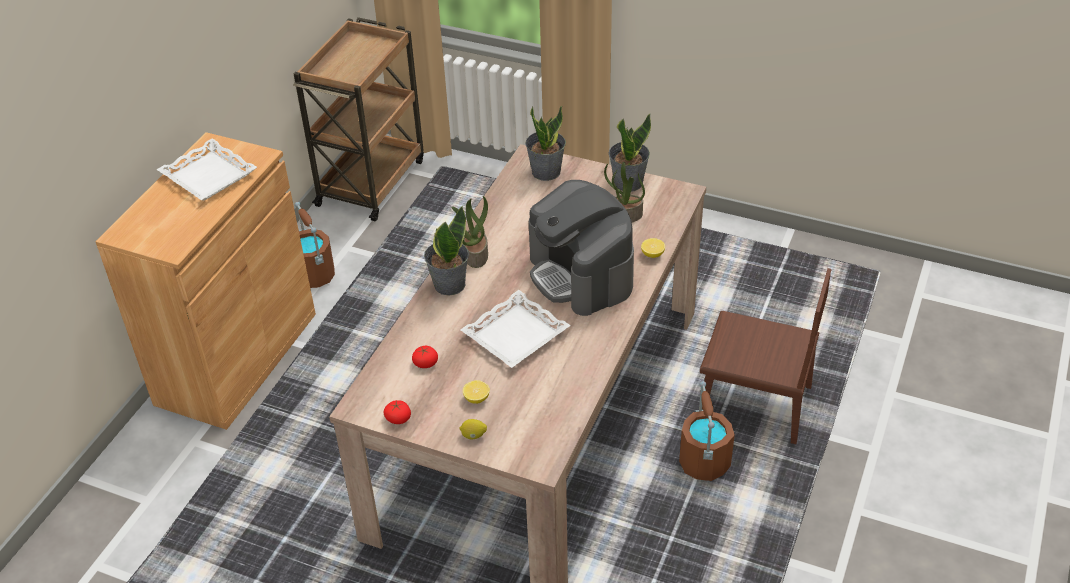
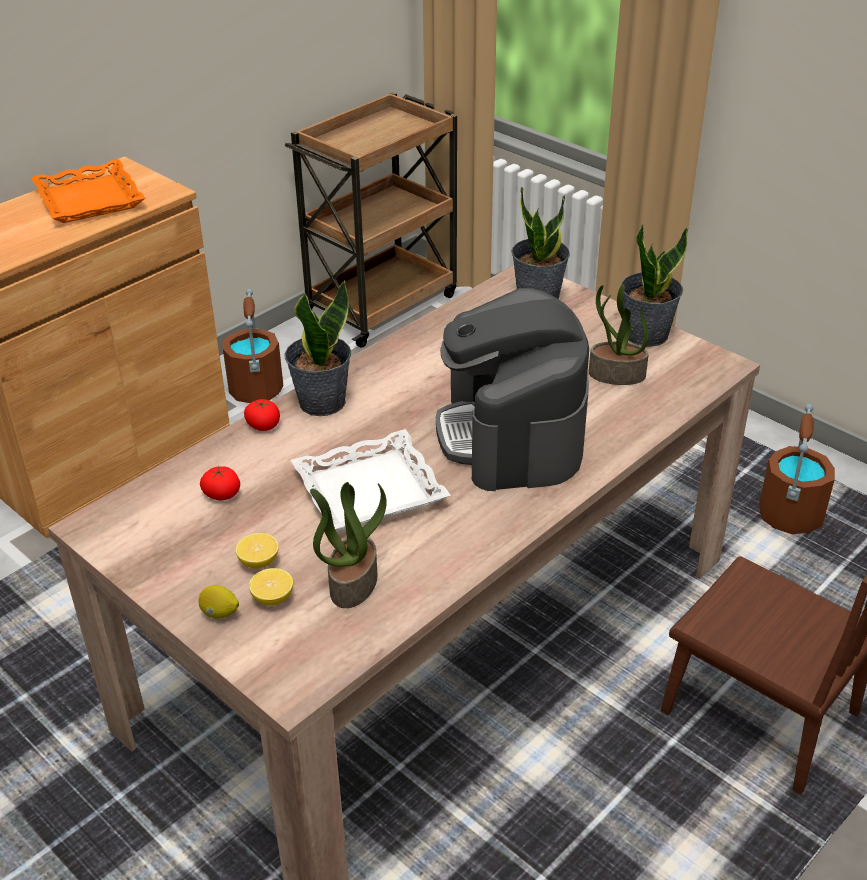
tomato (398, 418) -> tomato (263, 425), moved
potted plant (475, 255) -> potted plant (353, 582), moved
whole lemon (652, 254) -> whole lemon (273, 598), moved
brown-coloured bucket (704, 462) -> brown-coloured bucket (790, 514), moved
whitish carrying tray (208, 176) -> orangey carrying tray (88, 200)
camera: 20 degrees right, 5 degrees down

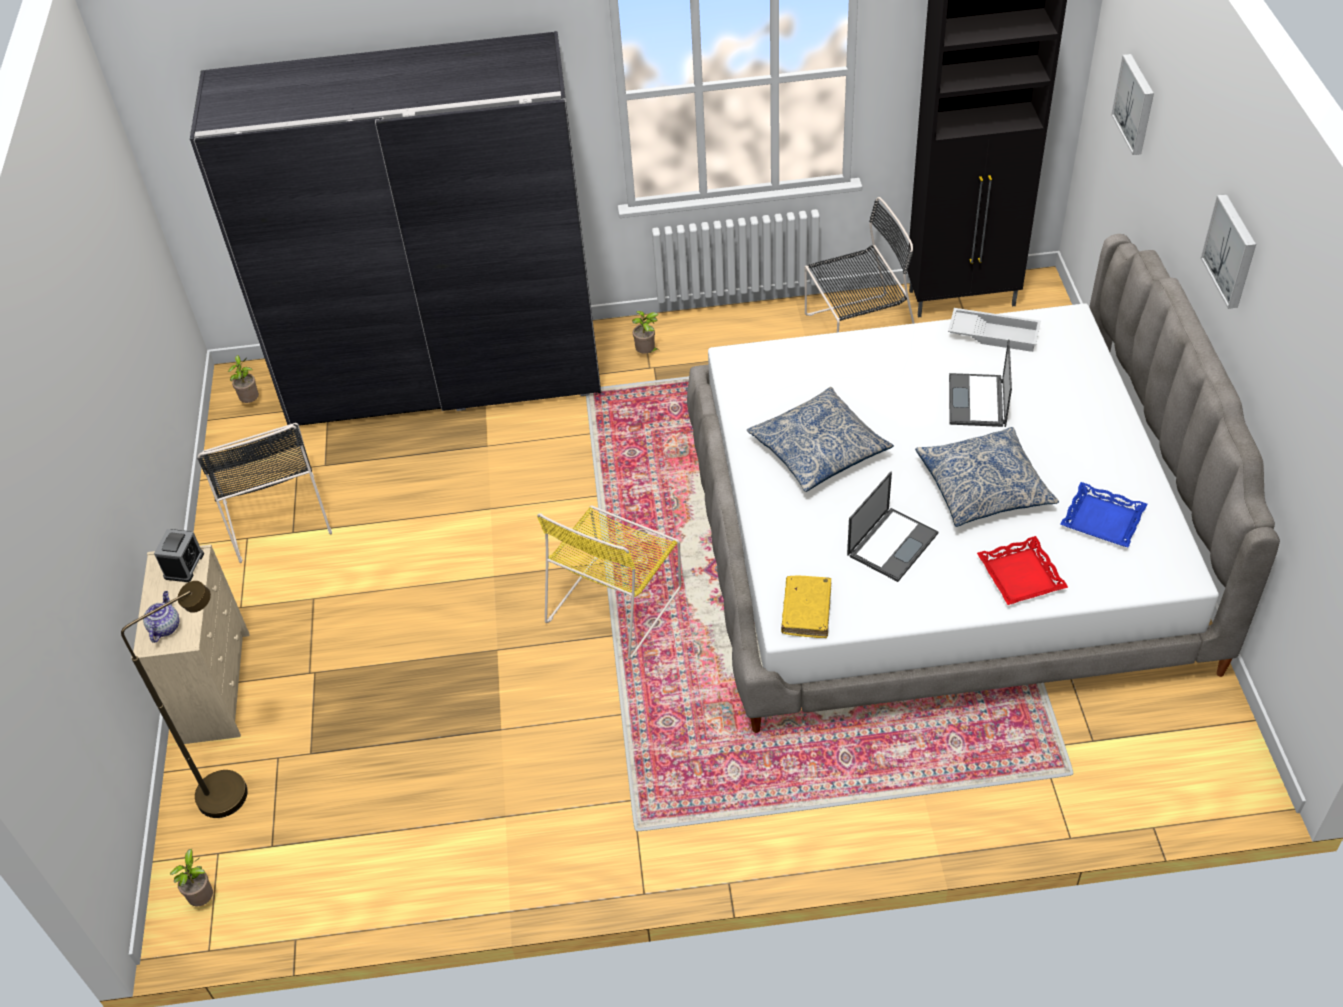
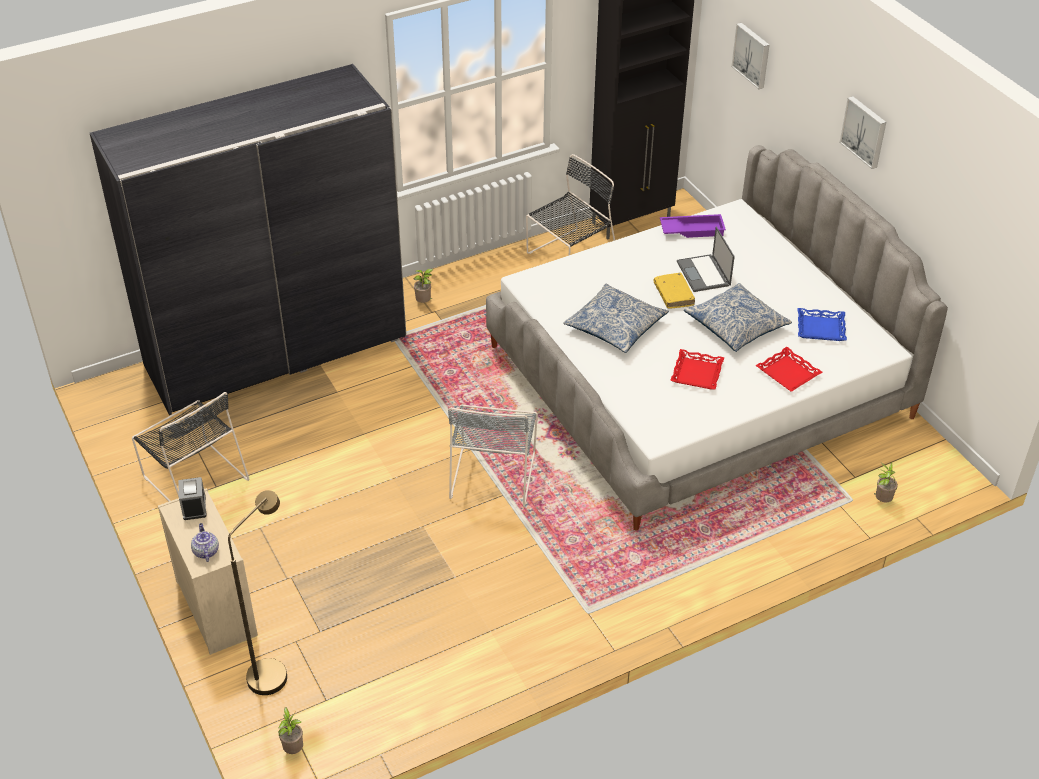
potted plant (251, 401) -> potted plant (882, 500), moved
yellow-coloured bound book (806, 611) -> yellow-coloured bound book (673, 295), moved
portable computer (892, 543) -> red-coloured carrying tray (696, 373)
yellow-coloured upright chair (616, 602) -> gray upright chair (493, 473)
whitish carrying tray (994, 334) -> purplish carrying tray (692, 229)
camera: 25 degrees left, 5 degrees down

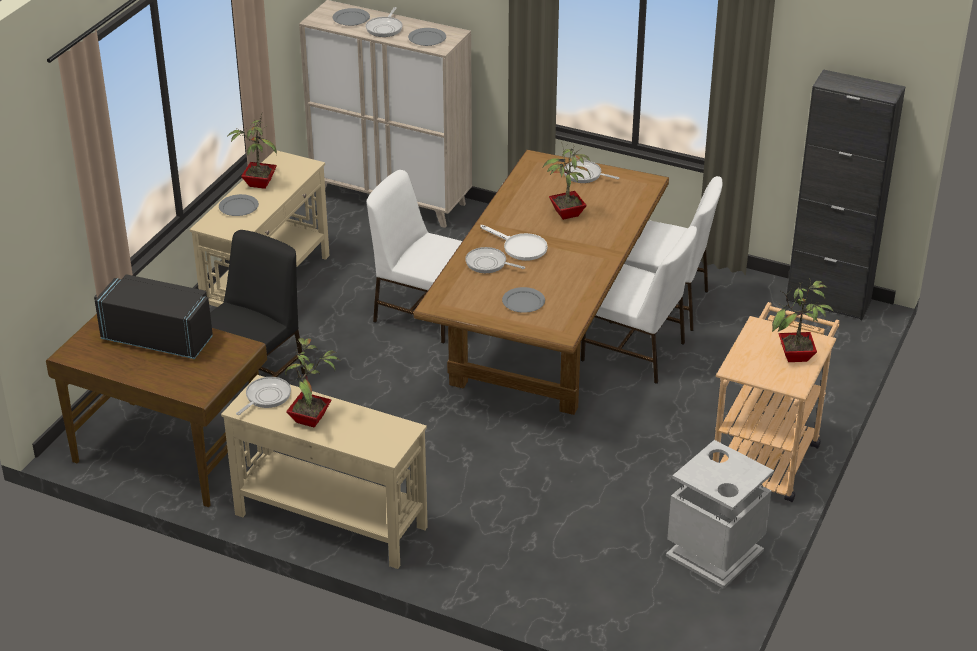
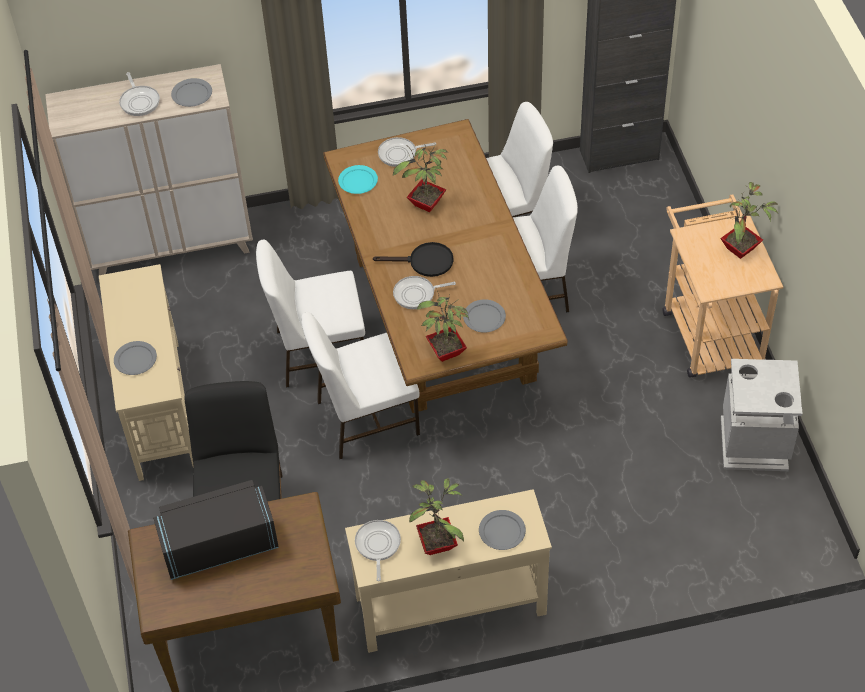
none -> whitish upright chair (365, 418)
none -> turquoise-coloured plate (358, 181)
potted plant (258, 183) -> potted plant (444, 353), moved
gray plate (351, 19) -> gray plate (502, 531), moved
whitish pan (520, 247) -> black-coloured pan (424, 262)
camera: 35 degrees left, 15 degrees up

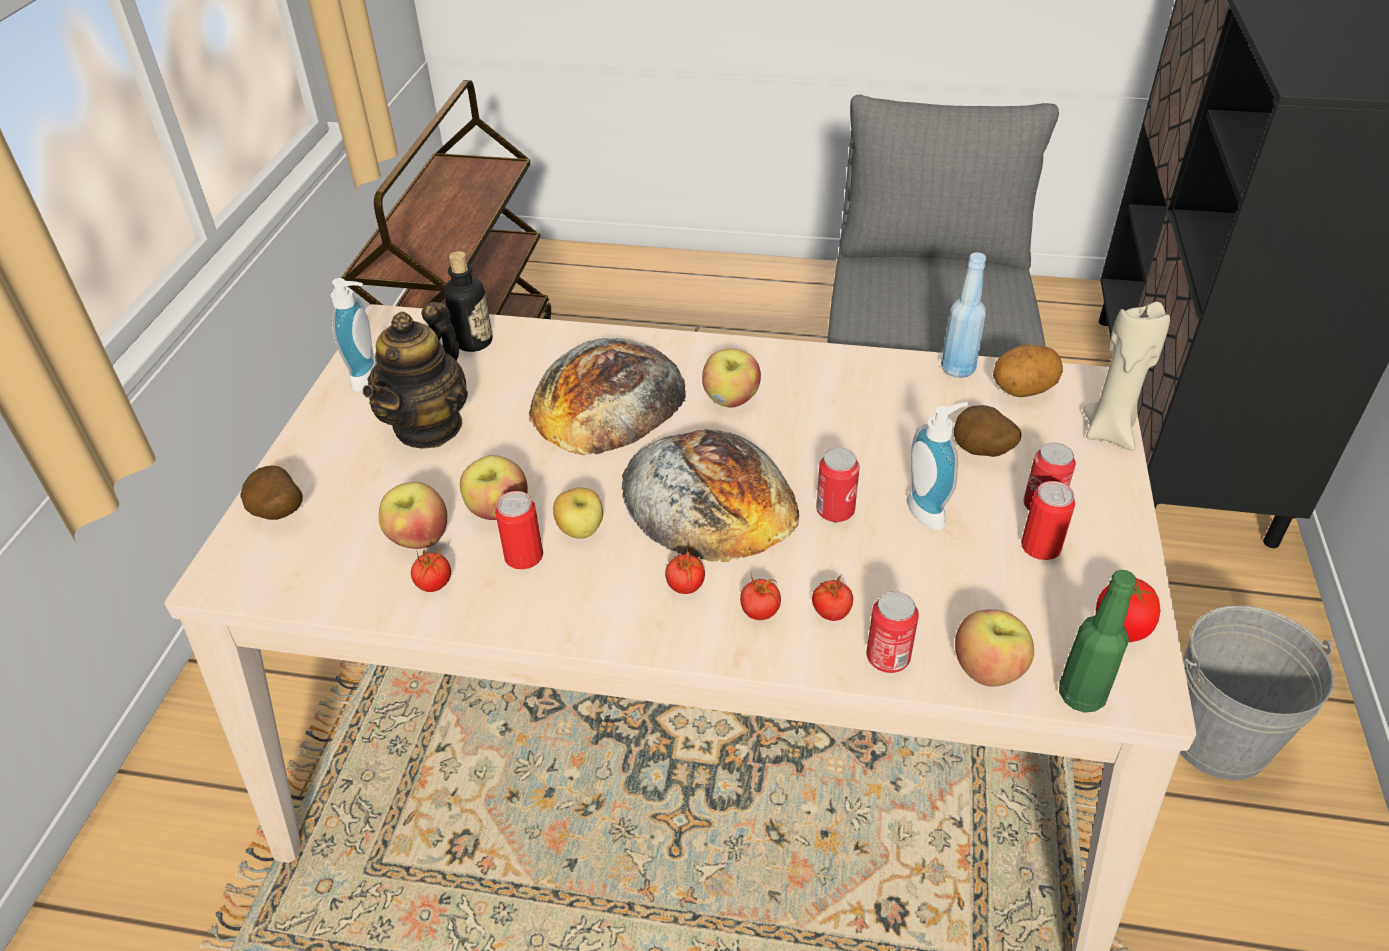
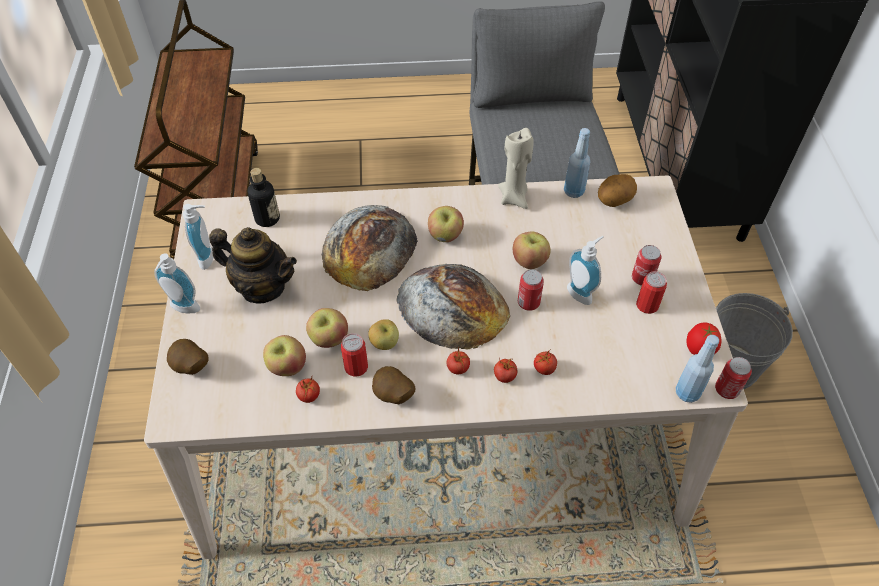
none -> soap dispenser (183, 309)
sealed can (888, 658) -> sealed can (726, 389), moved
potato (980, 453) -> potato (393, 396), moved
apple (988, 669) -> apple (530, 261), moved
sand-coloured wax light (1110, 432) -> sand-coloured wax light (514, 197), moved
green bottle (1081, 696) -> blue bottle (687, 393)
tea pot (429, 426) -> tea pot (262, 287), 75 degrees counterclockwise
camera: 15 degrees left, 10 degrees up

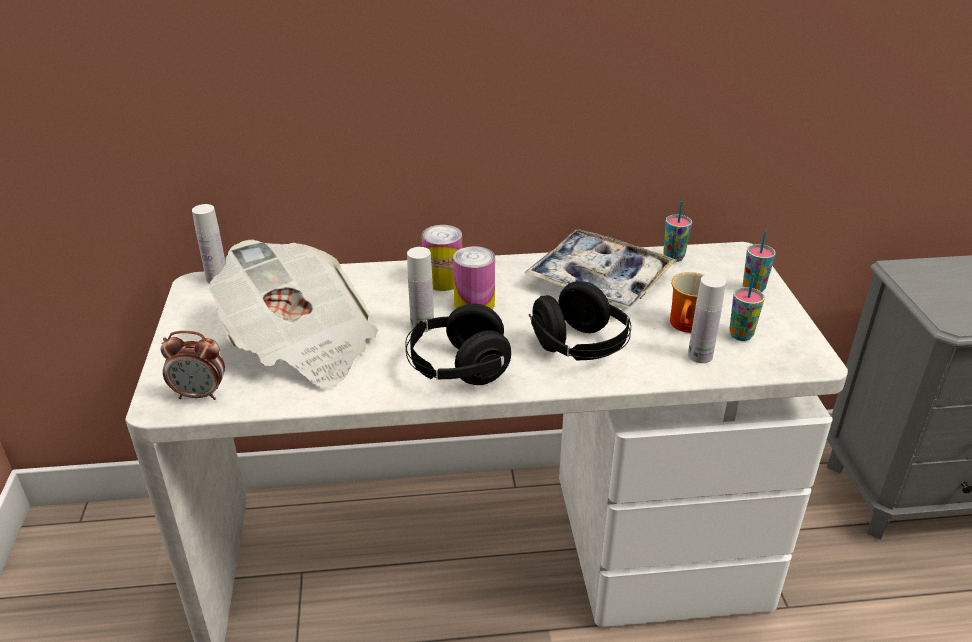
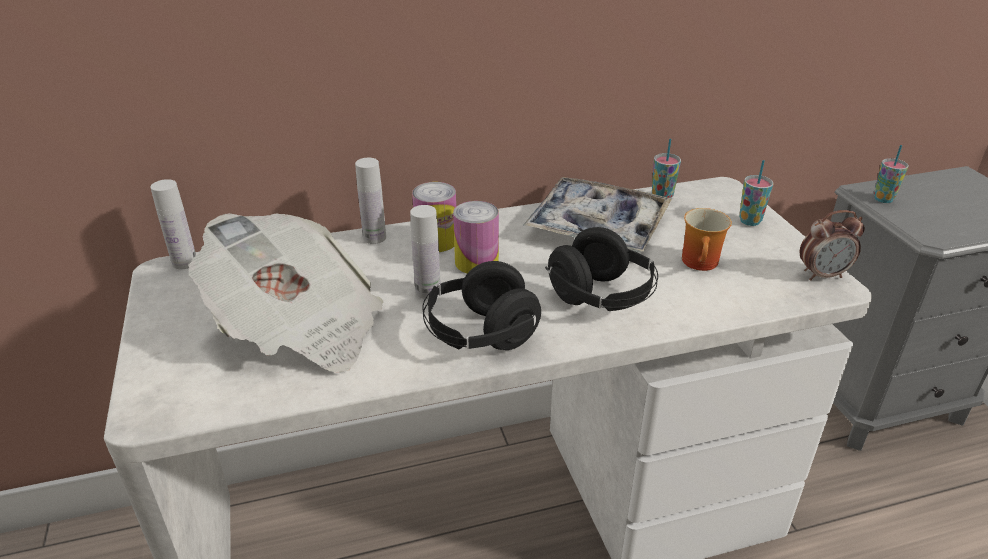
alarm clock (200, 394) -> alarm clock (822, 275), moved
whitish bottle (700, 356) -> whitish bottle (374, 238), moved
drinking cup (741, 335) -> drinking cup (883, 199), moved
camera: 10 degrees left, 0 degrees up

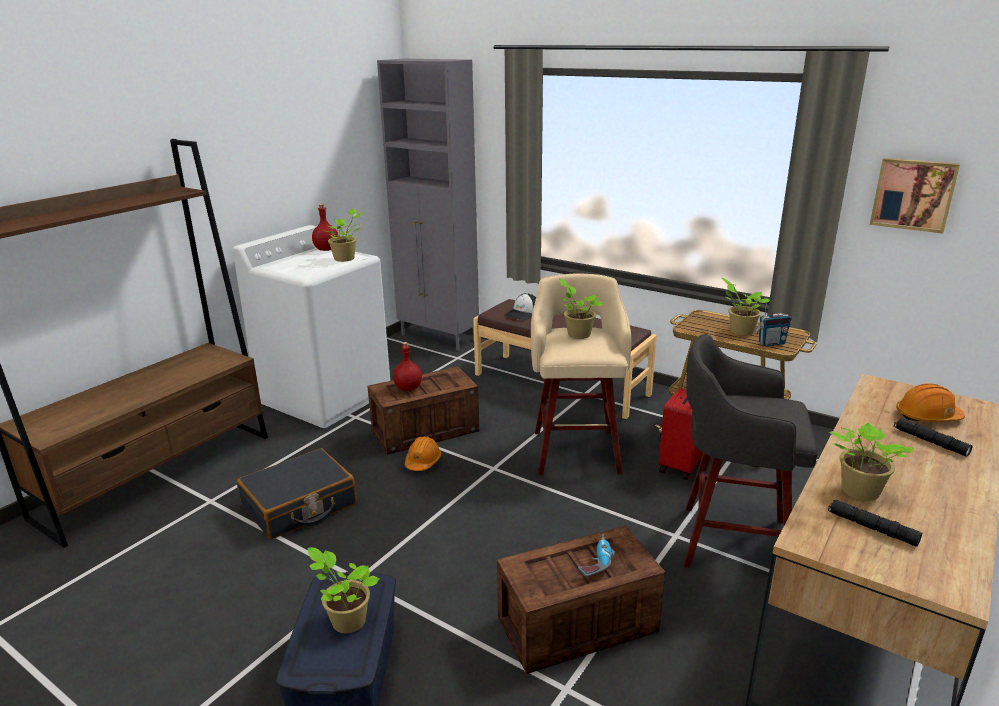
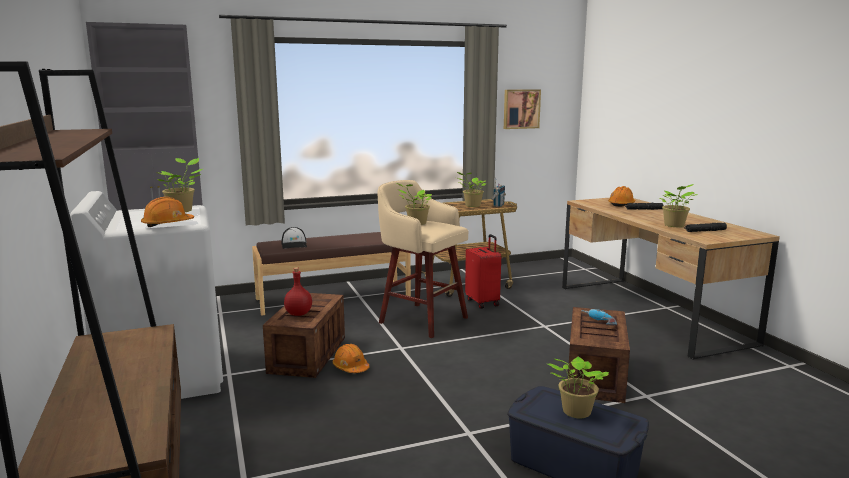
black-coloured travel case (299, 506) -> none
red-coloured bottle (326, 249) -> none
gray stool seat (730, 542) -> none
none -> orangey safety helmet (167, 224)
camera: 55 degrees left, 10 degrees down

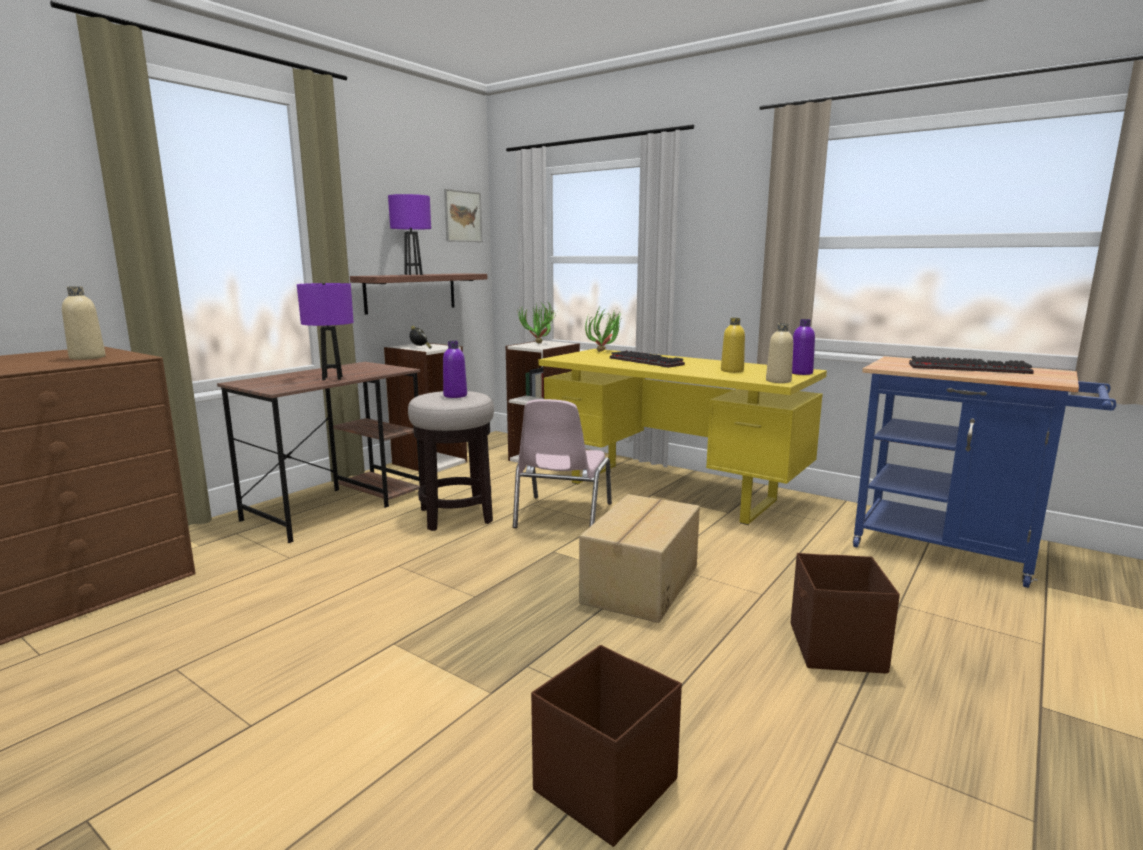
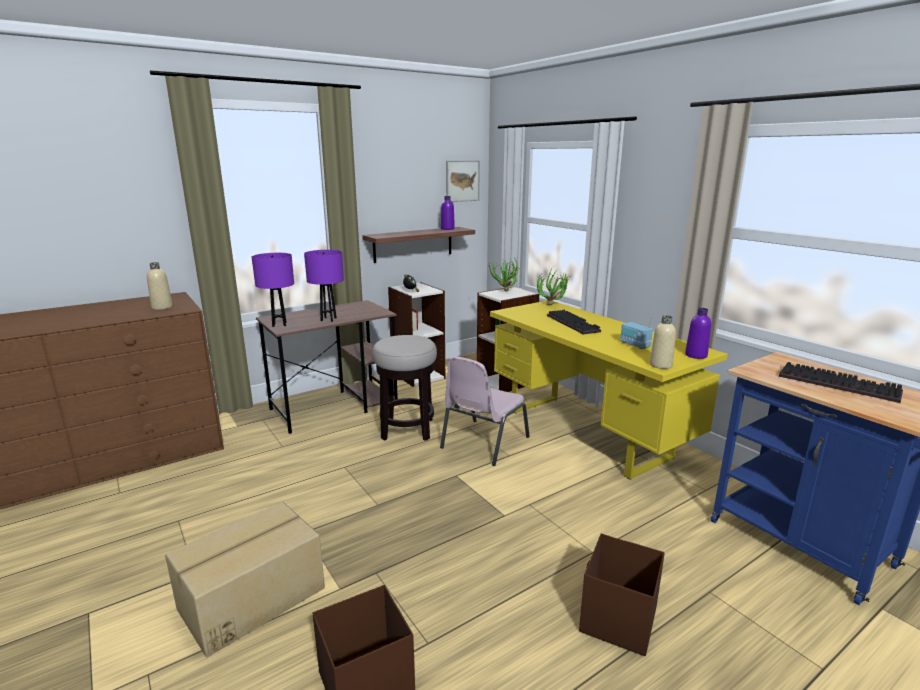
purplish tabletop lamp (413, 274) -> purplish tabletop lamp (279, 324), moved
purplish bottle (455, 395) -> purplish bottle (447, 229), moved
carton (639, 584) -> carton (251, 598), moved
yellow-coloured bottle (732, 371) -> radio receiver (634, 345)
camera: 20 degrees right, 5 degrees up

